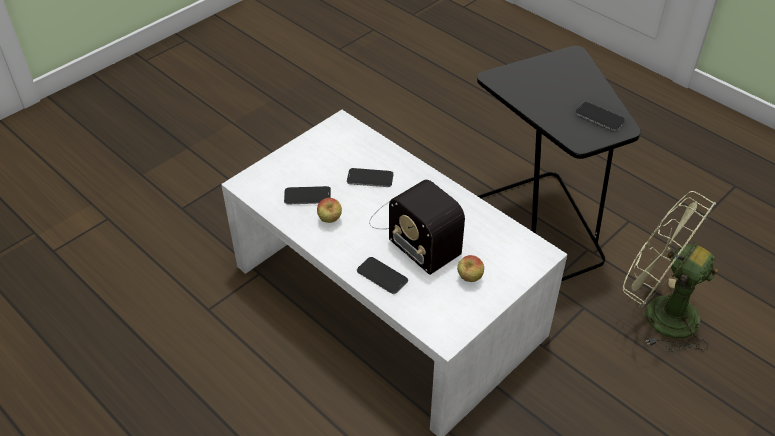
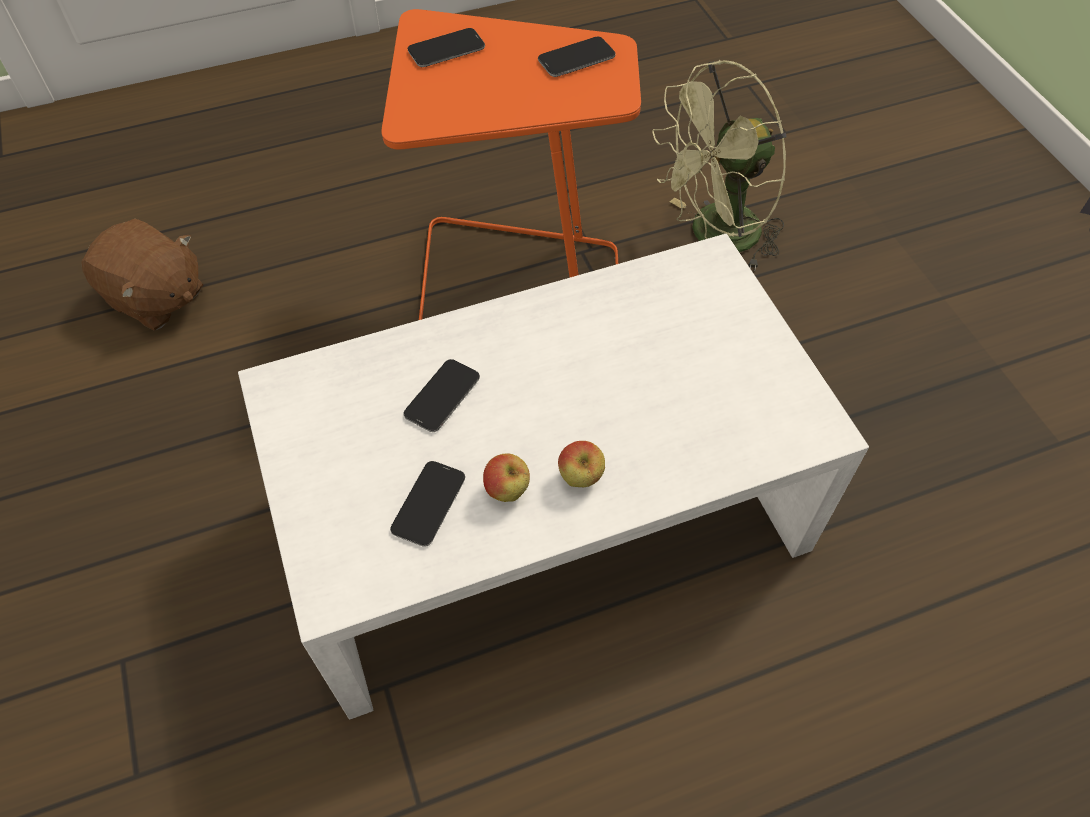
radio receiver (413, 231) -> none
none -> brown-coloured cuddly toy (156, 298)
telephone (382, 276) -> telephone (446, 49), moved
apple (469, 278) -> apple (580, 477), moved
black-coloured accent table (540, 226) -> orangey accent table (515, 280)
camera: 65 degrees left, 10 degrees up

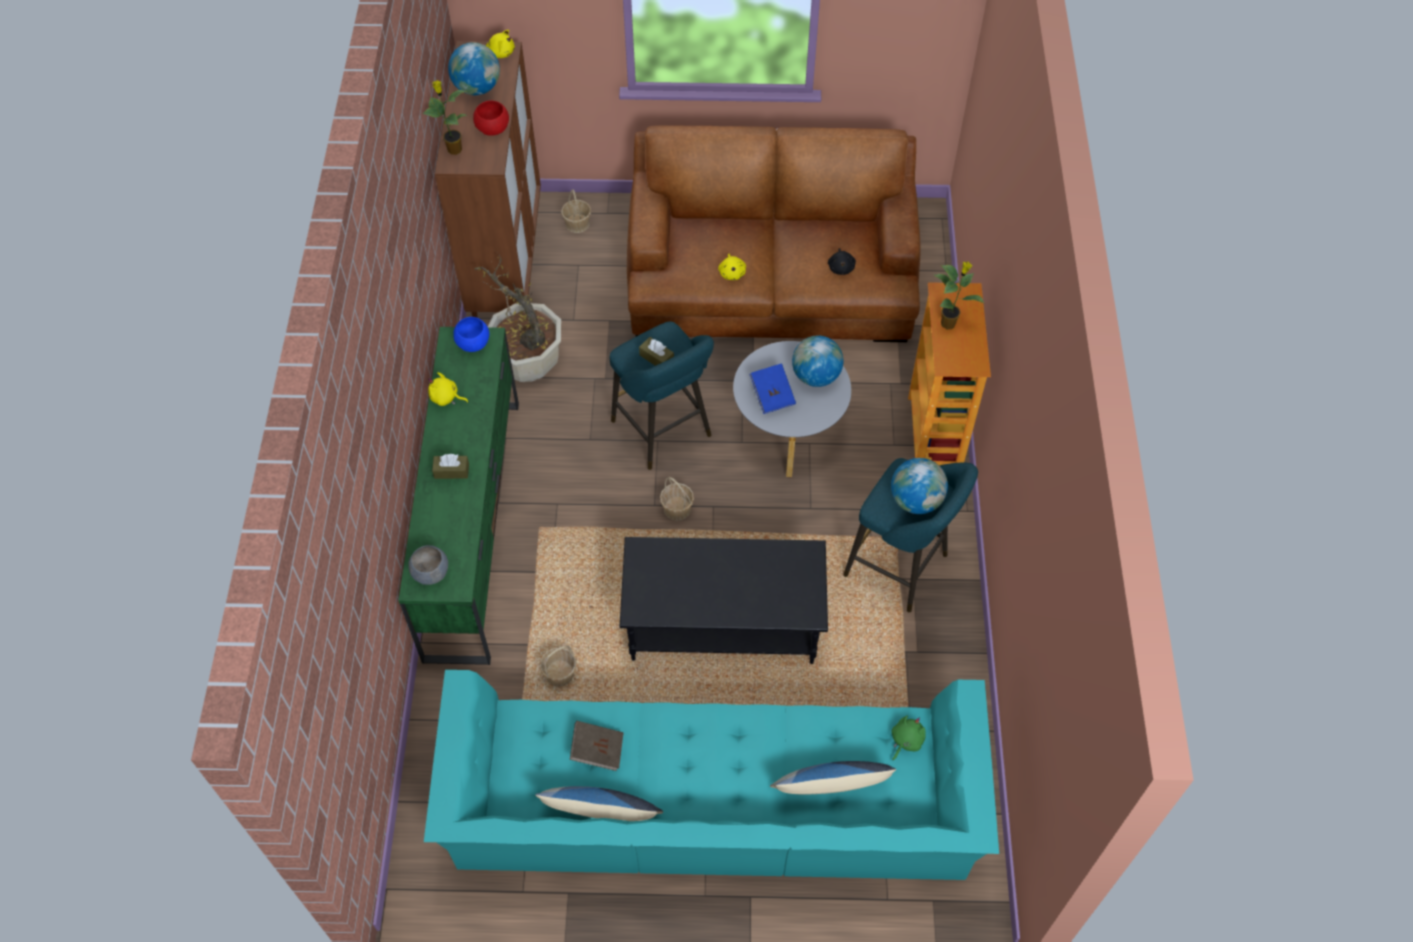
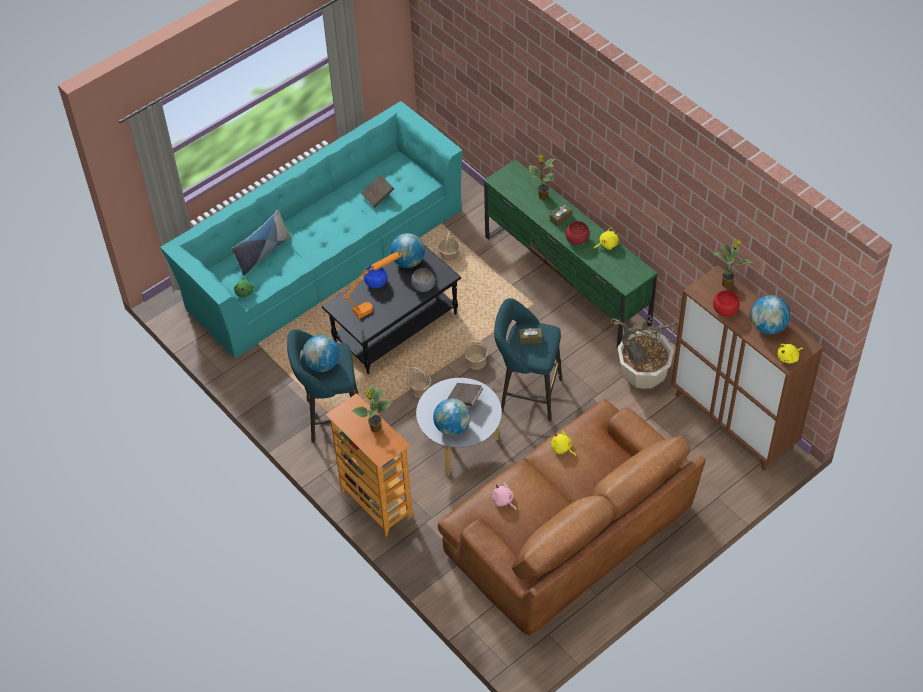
pillow (601, 813) -> none
none -> orangey tabletop lamp (374, 304)
none -> globe (408, 261)
none -> potted plant (542, 196)
none -> red-coloured serving bowl (576, 239)
gray serving bowl (431, 572) -> gray serving bowl (423, 286), moved
blue serving bowl (473, 342) -> blue serving bowl (376, 283), moved
basket (577, 223) -> basket (420, 390), moved
blue bound book (772, 395) -> brown-coloured bound book (464, 399)
black-coloured cuddly toy (841, 267) -> pink cuddly toy (503, 501)
camera: 140 degrees right, 5 degrees down

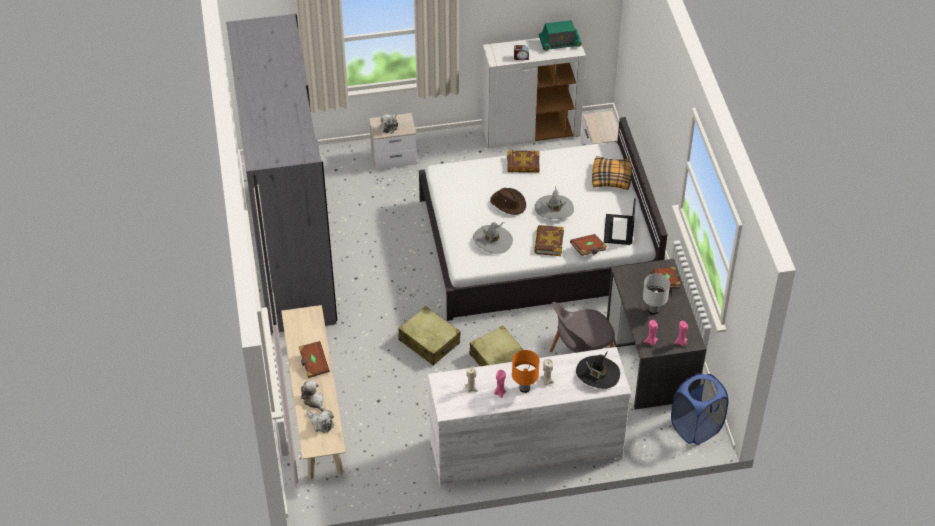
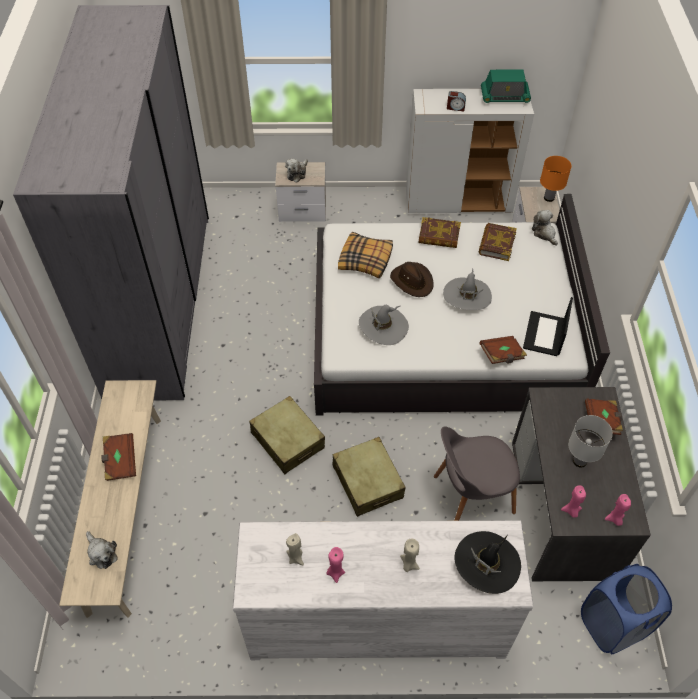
cuddly toy (314, 401) -> cuddly toy (544, 233), moved
orangey tabletop lamp (525, 388) -> orangey tabletop lamp (549, 198), moved
bound book (548, 243) -> bound book (496, 244), moved
pillow (612, 177) -> pillow (366, 260), moved
camera: 10 degrees right, 5 degrees up

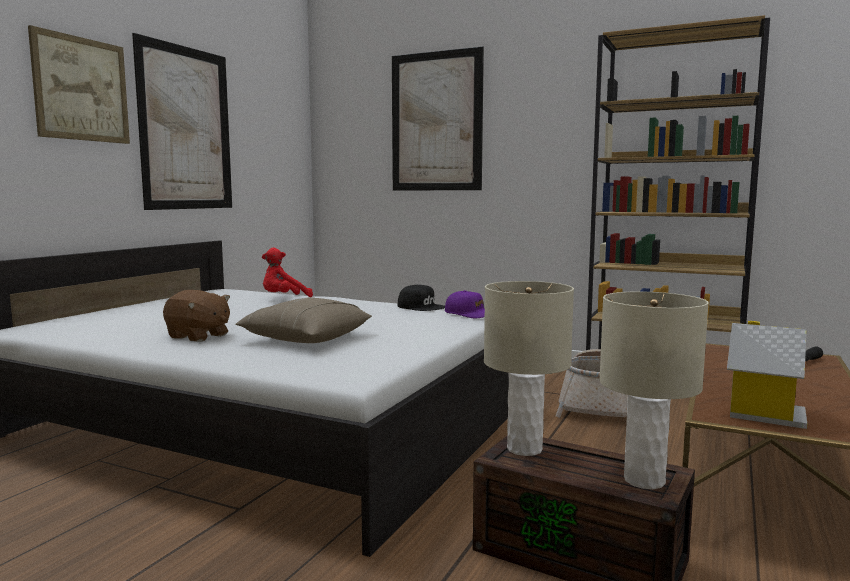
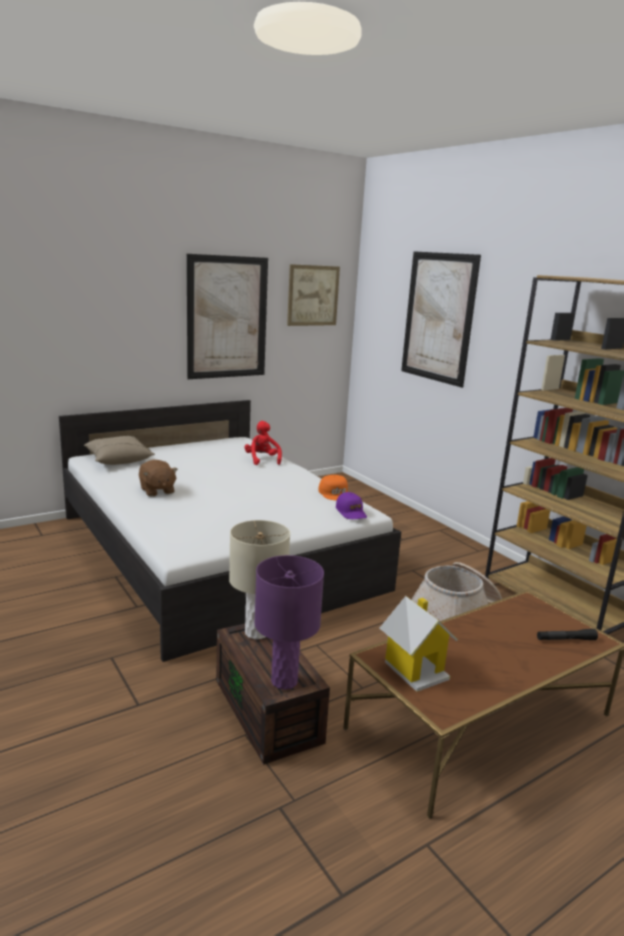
wall art (81, 89) -> wall art (313, 295), moved
sand-coloured pillow (306, 338) -> sand-coloured pillow (118, 460), moved
black-coloured baseball cap (421, 306) -> orangey baseball cap (335, 493)
sand-coloured tabletop lamp (645, 480) -> purplish tabletop lamp (284, 681)
red-coloured cuddly toy (284, 298) -> red-coloured cuddly toy (262, 460), 75 degrees clockwise
camera: 30 degrees right, 10 degrees up

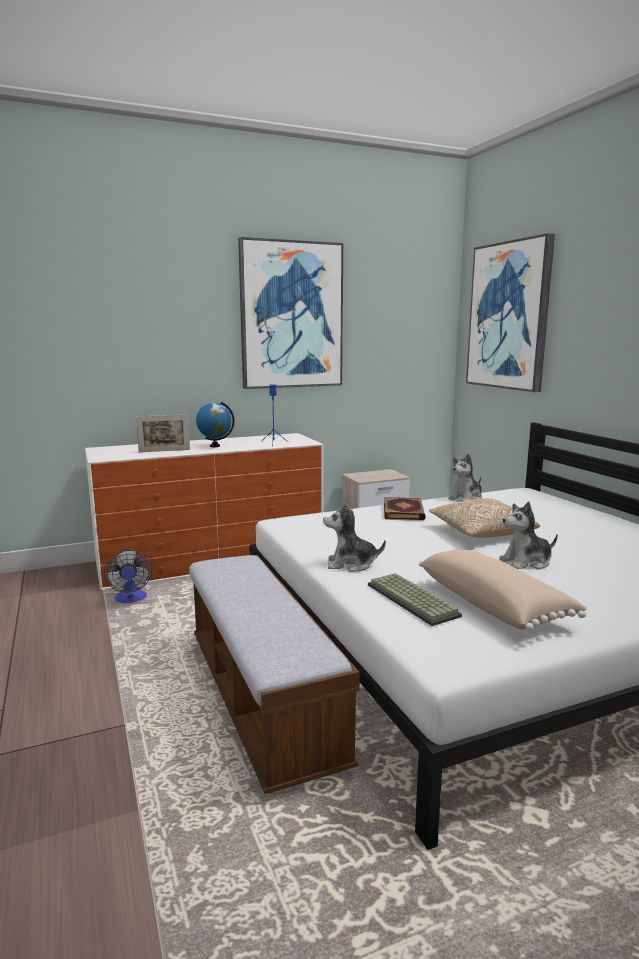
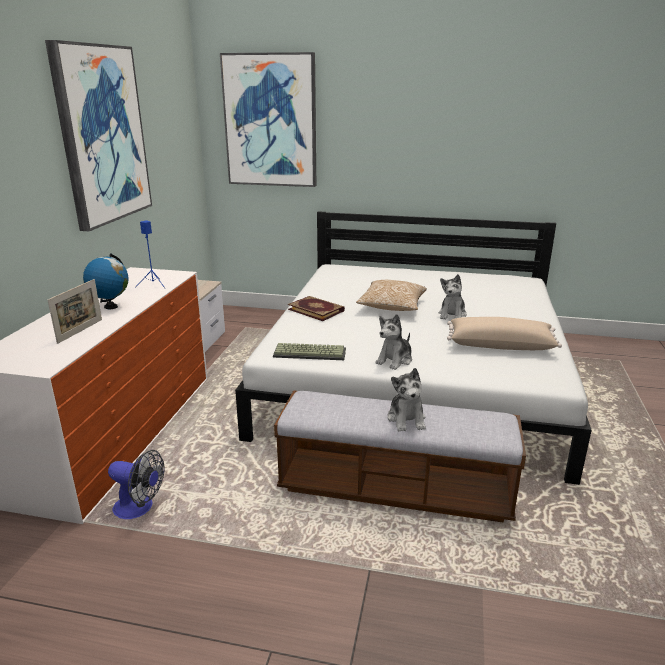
PC keyboard (414, 600) -> PC keyboard (310, 352), moved
cuddly toy (466, 498) -> cuddly toy (406, 419), moved
camera: 55 degrees left, 10 degrees up

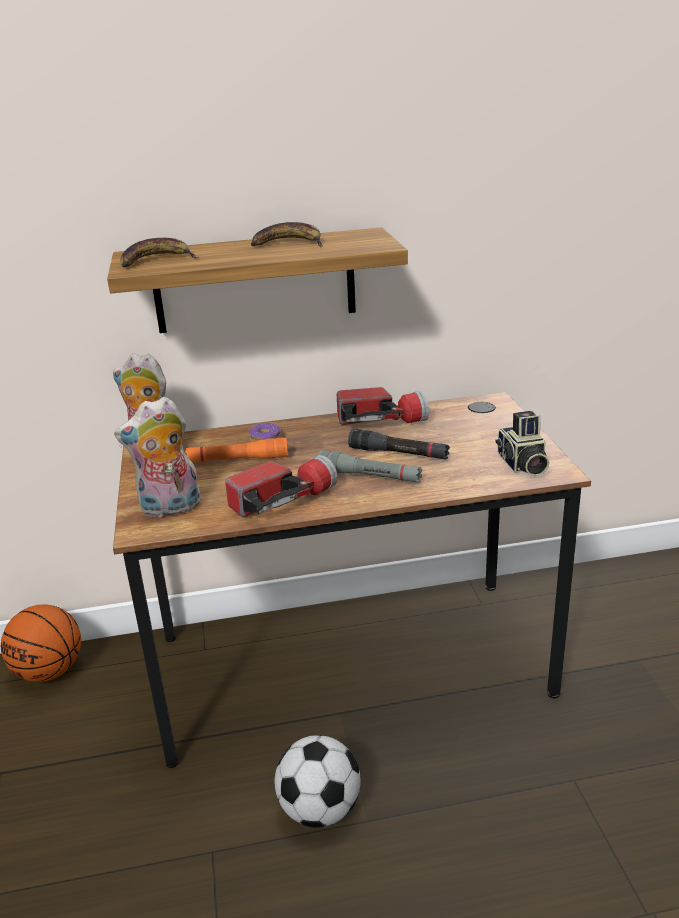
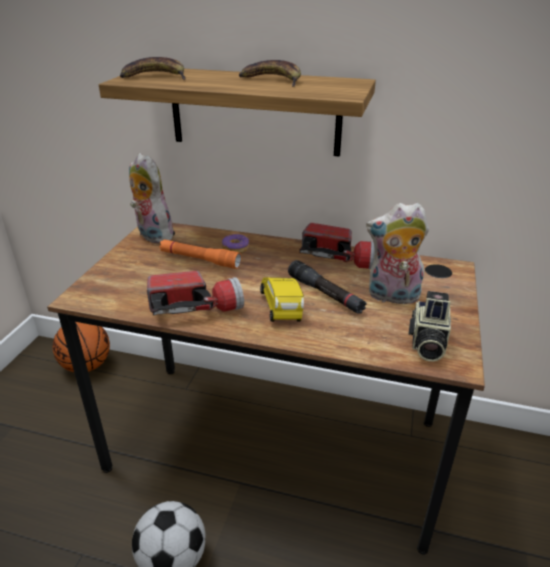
cuddly toy (169, 509) -> cuddly toy (392, 297), moved
gray flashlight (369, 476) -> yellow-coloured model car (282, 308)
camera: 25 degrees right, 5 degrees up

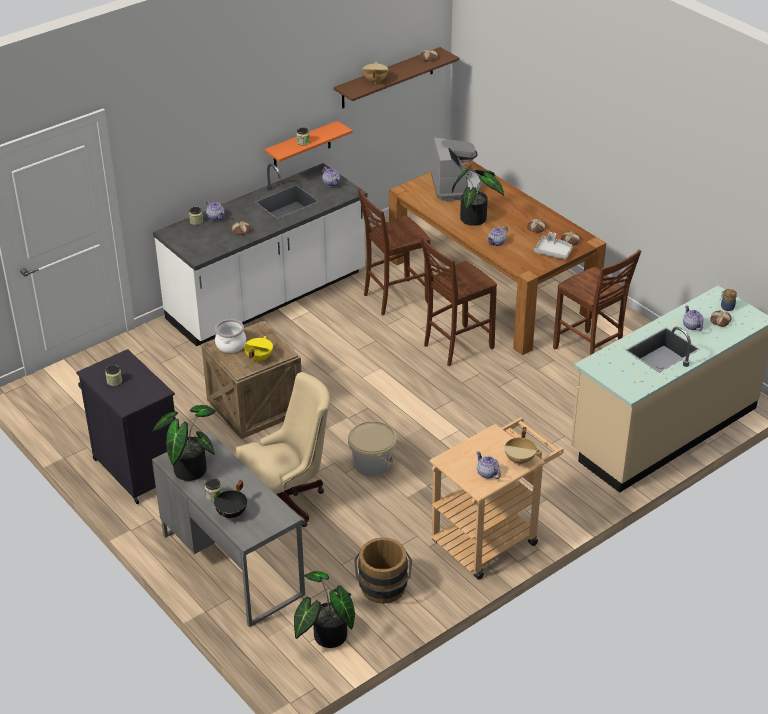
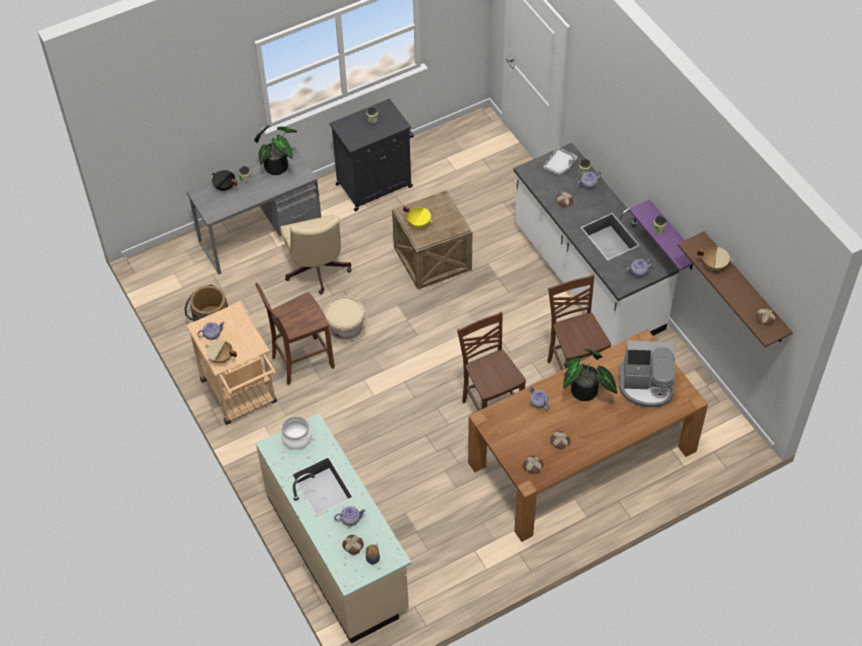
potted plant (326, 636) -> none
saucepot (231, 345) -> saucepot (296, 439), moved
gray carrying tray (553, 252) -> gray carrying tray (560, 165), moved
brown-coloured upright chair (589, 354) -> brown-coloured upright chair (301, 362), moved
orangey wall shelf (302, 146) -> purplish wall shelf (673, 237)
camera: 100 degrees right, 15 degrees up

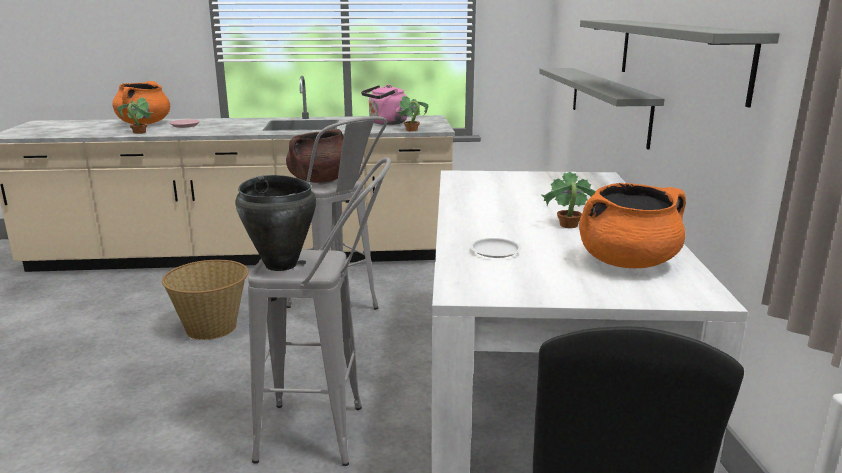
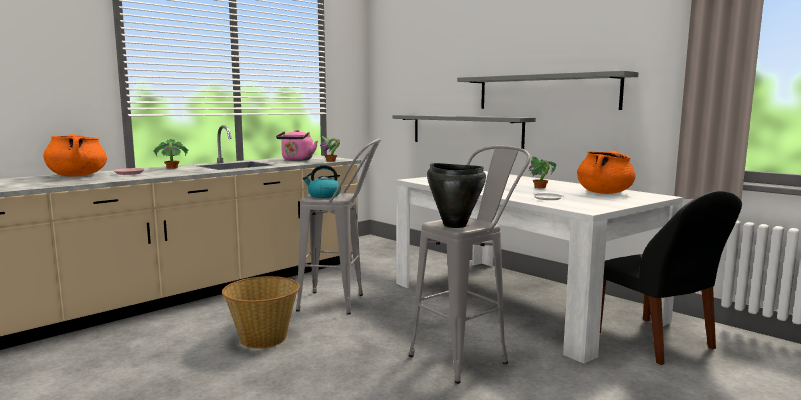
potted plant (139, 132) -> potted plant (171, 168), moved
brown-coloured saucepot (320, 180) -> tea kettle (323, 196)
camera: 40 degrees left, 10 degrees down

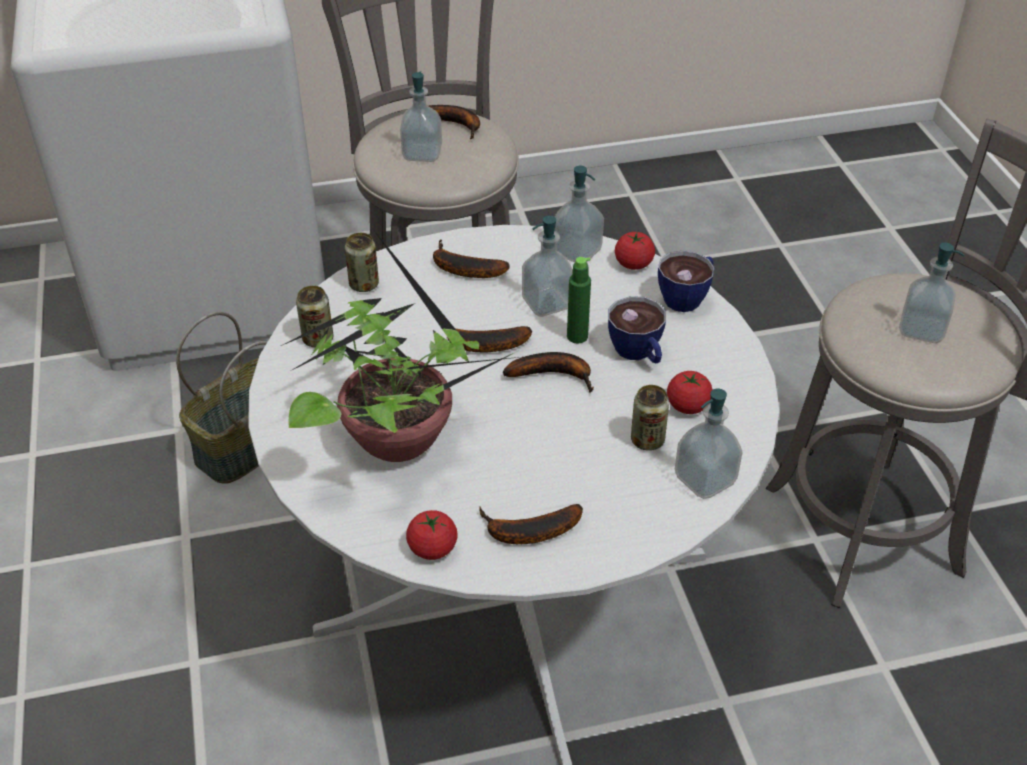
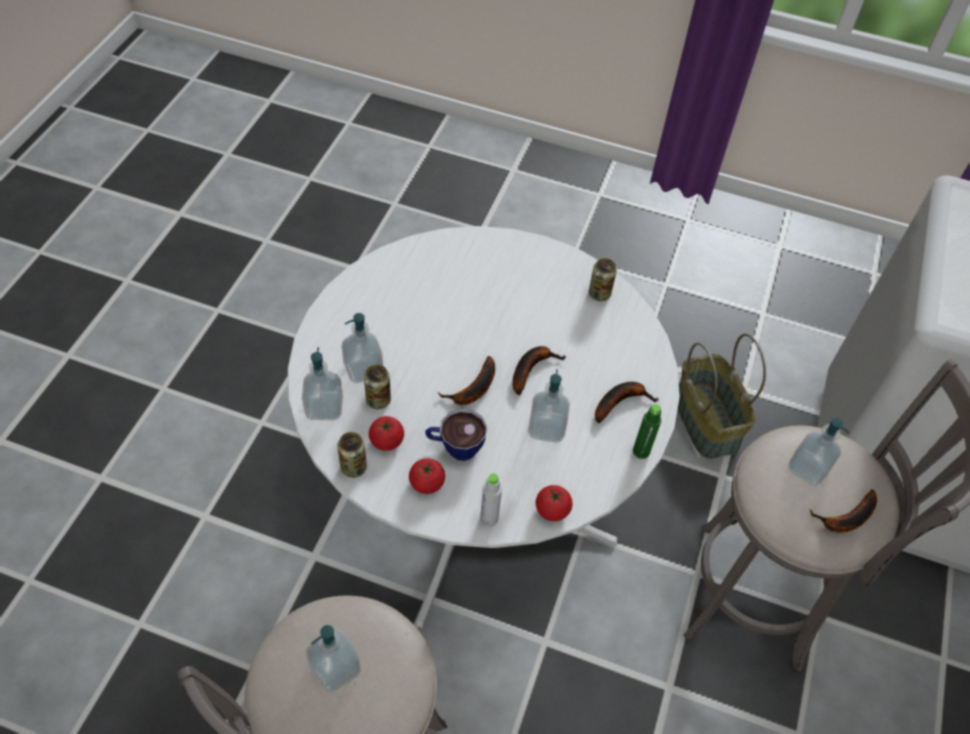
potted plant (397, 436) -> none
banana fruit (527, 532) -> none
sealed can (364, 284) -> sealed can (353, 467), moved
tomato (432, 548) -> tomato (427, 483), moved
soap dispenser (576, 251) -> soap dispenser (363, 369), moved
green bottle (577, 336) -> green bottle (641, 451), moved
drinking cup (687, 296) -> gray bottle (489, 518)
camera: 120 degrees right, 10 degrees up

